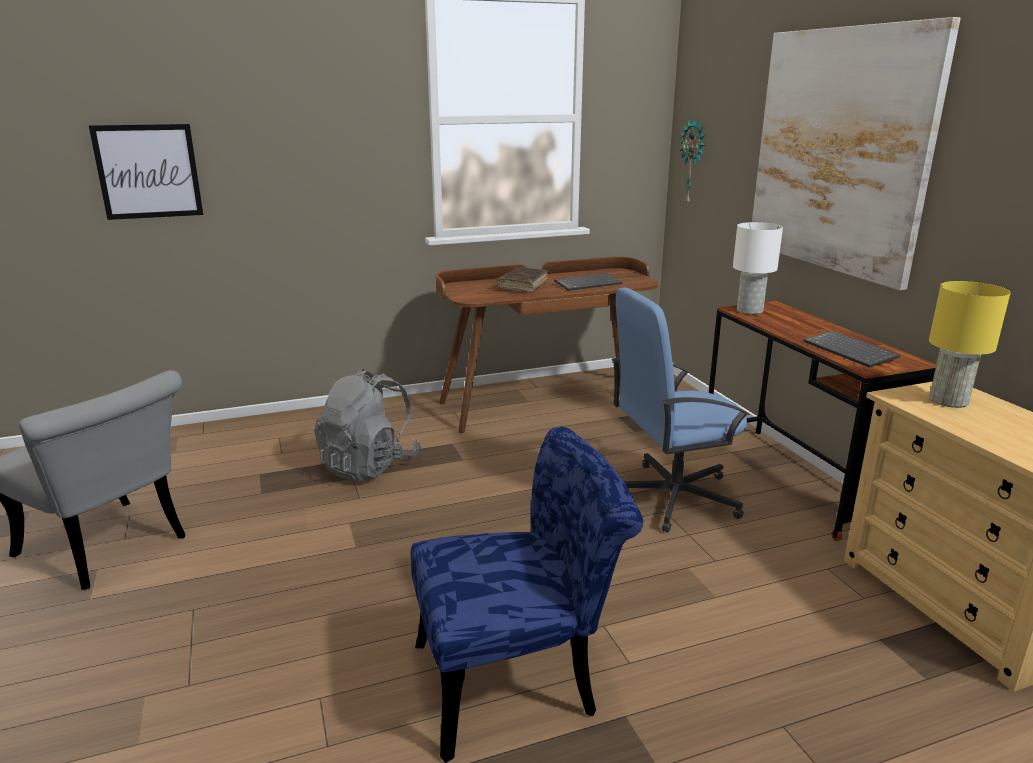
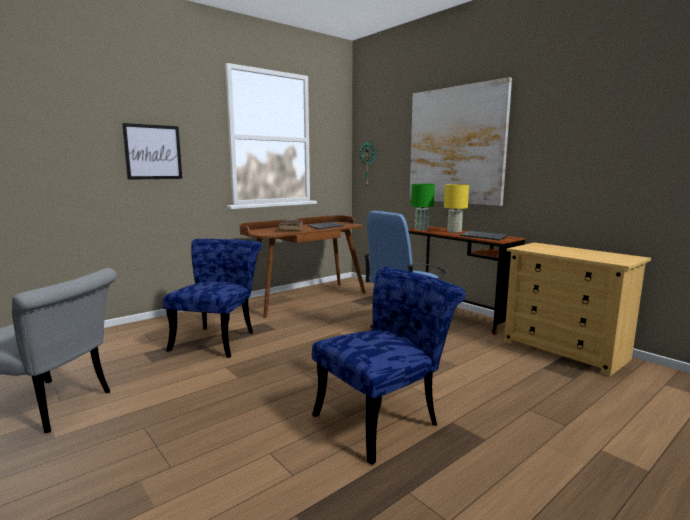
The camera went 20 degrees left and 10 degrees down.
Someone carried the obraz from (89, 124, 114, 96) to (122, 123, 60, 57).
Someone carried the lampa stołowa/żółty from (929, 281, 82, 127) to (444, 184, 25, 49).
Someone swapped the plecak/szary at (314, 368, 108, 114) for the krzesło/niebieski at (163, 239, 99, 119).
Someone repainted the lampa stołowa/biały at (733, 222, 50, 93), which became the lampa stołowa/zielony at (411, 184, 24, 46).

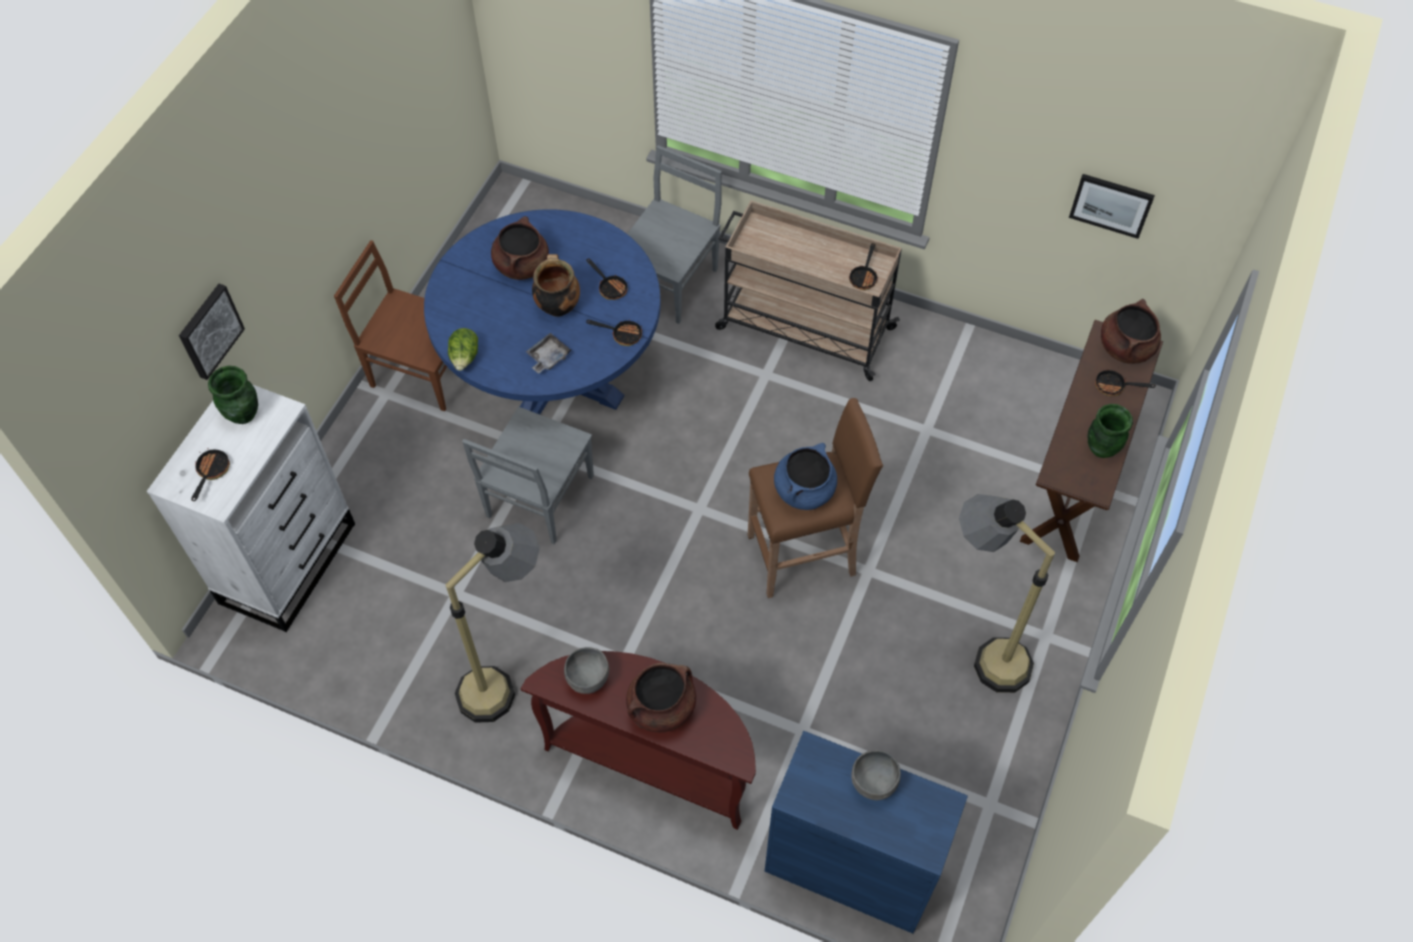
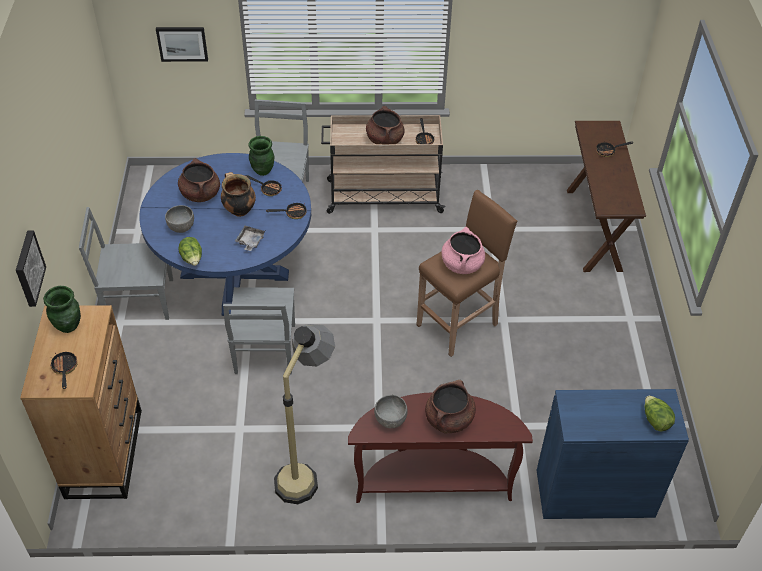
The camera went 25 degrees left and 10 degrees down.
Someone took away the lampa stojąca at (959, 494, 96, 199).
Someone put down the sałata at (645, 395, 30, 37).
Someone carried the miska/szary from (851, 750, 50, 50) to (165, 205, 29, 28).
Someone carried the obraz from (1069, 174, 86, 65) to (156, 27, 52, 35).
Someone carried the wazon/zielony from (1088, 404, 45, 54) to (248, 136, 26, 40).
Someone carried the garnek/brązowy from (1101, 299, 60, 65) to (366, 106, 39, 39).
Someone repainted the komoda/biały at (147, 385, 208, 247), which became the komoda/brązowy at (20, 305, 122, 194).
Someone repainted the krzesło/brązowy at (334, 240, 113, 171), which became the krzesło/szary at (79, 207, 94, 113).
Someone repainted the garnek/niebieski at (774, 443, 63, 67), which became the garnek/różowy at (442, 227, 43, 47).

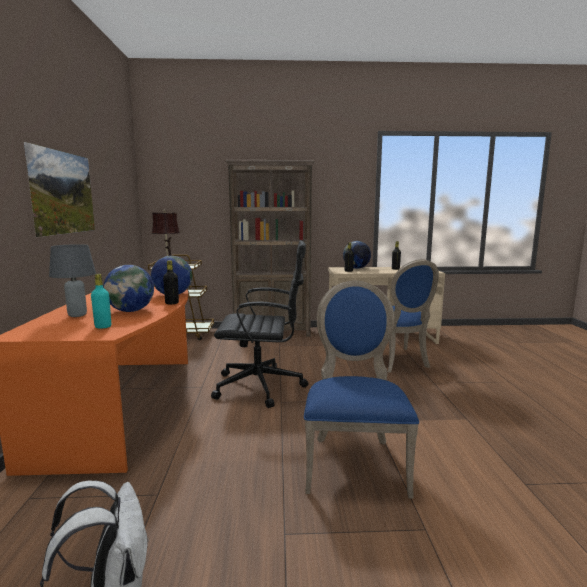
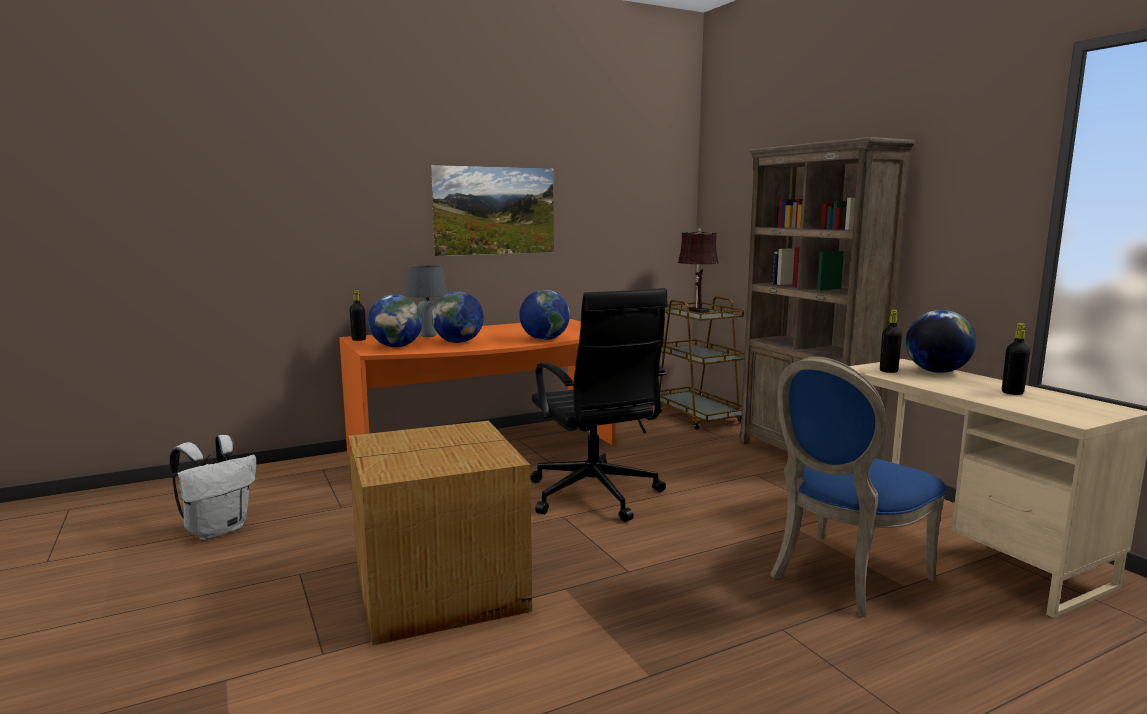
The camera went 65 degrees right and 0 degrees up.
Someone carried the butelka/czarny from (163, 260, 16, 44) to (349, 290, 17, 51).
Someone swapped the butelka/turkusowy at (91, 274, 20, 55) for the globus at (368, 294, 55, 53).
Someone swapped the krzesło/niebieski at (304, 280, 115, 219) for the karton at (348, 421, 184, 225).

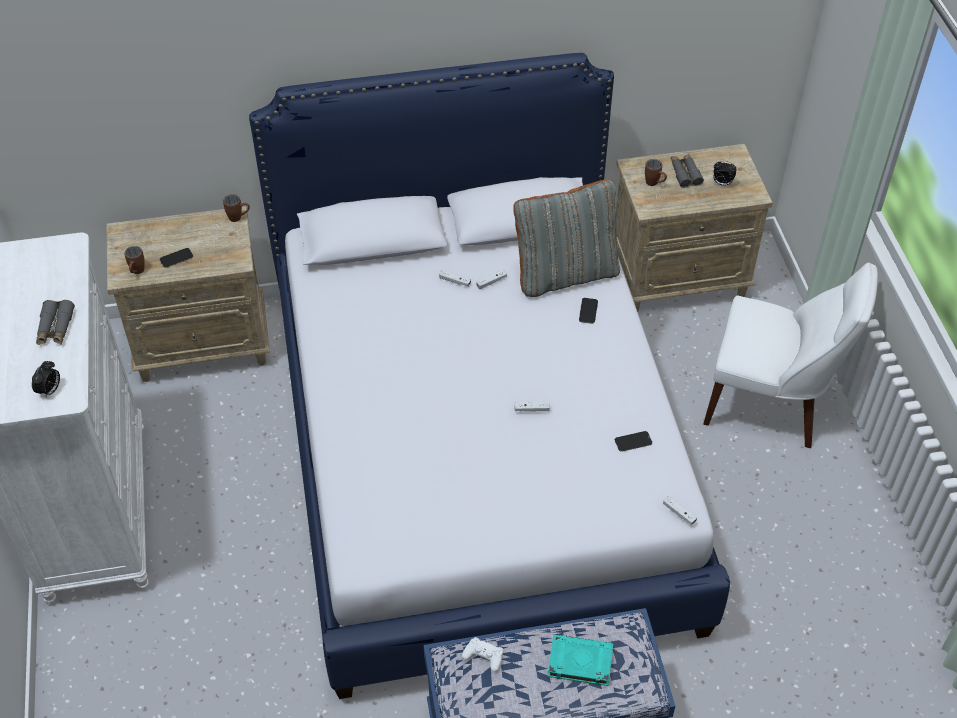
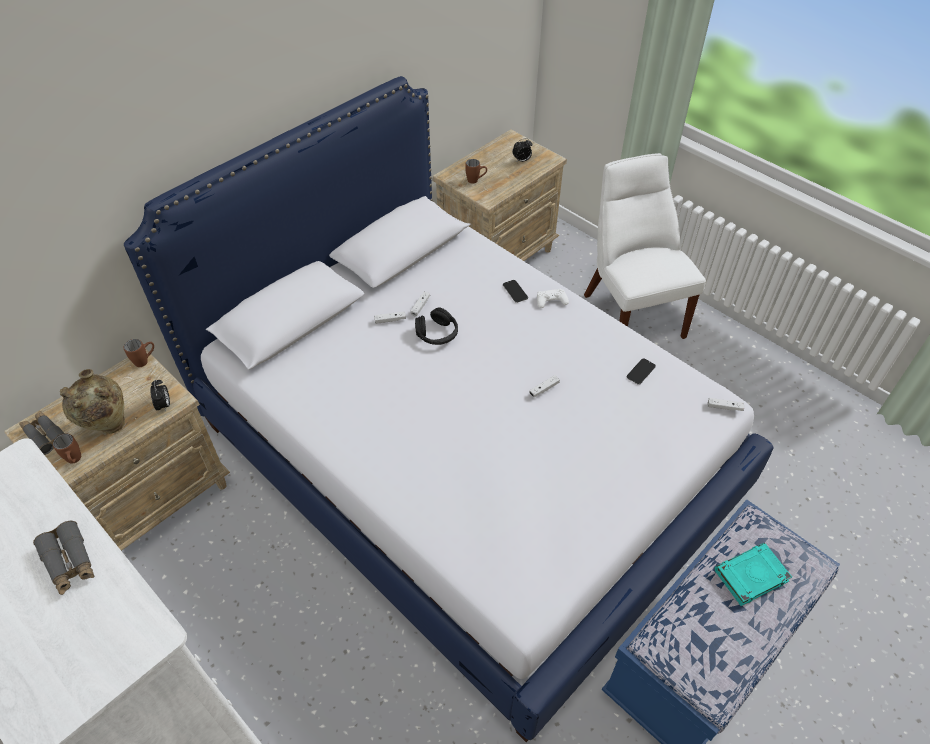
The camera went 35 degrees left and 0 degrees up.
Someone took away the poduszka/szary at (513, 179, 107, 118).
Someone put down the słuchawki/czarny at (415, 308, 43, 37).
Someone carried the budzik from (32, 361, 28, 36) to (151, 380, 19, 31).
Someone carried the pad do gier/biały from (462, 637, 41, 35) to (537, 289, 32, 19).
Someone carried the lornetka/szary from (671, 154, 33, 34) to (19, 411, 46, 44).
Someone swapped the telefon at (160, 248, 33, 20) for the wazon/beżowy at (60, 369, 65, 65).
Someone rotated the krzesło/biały at (703, 262, 175, 186) by 90 degrees counterclockwise.

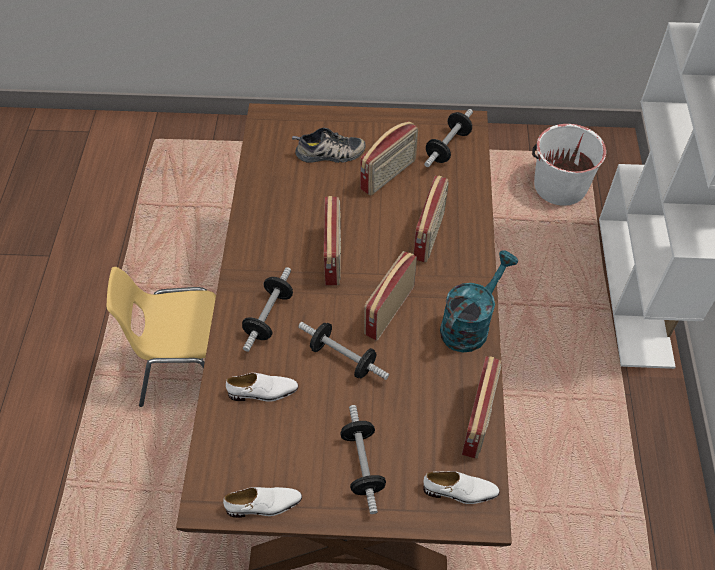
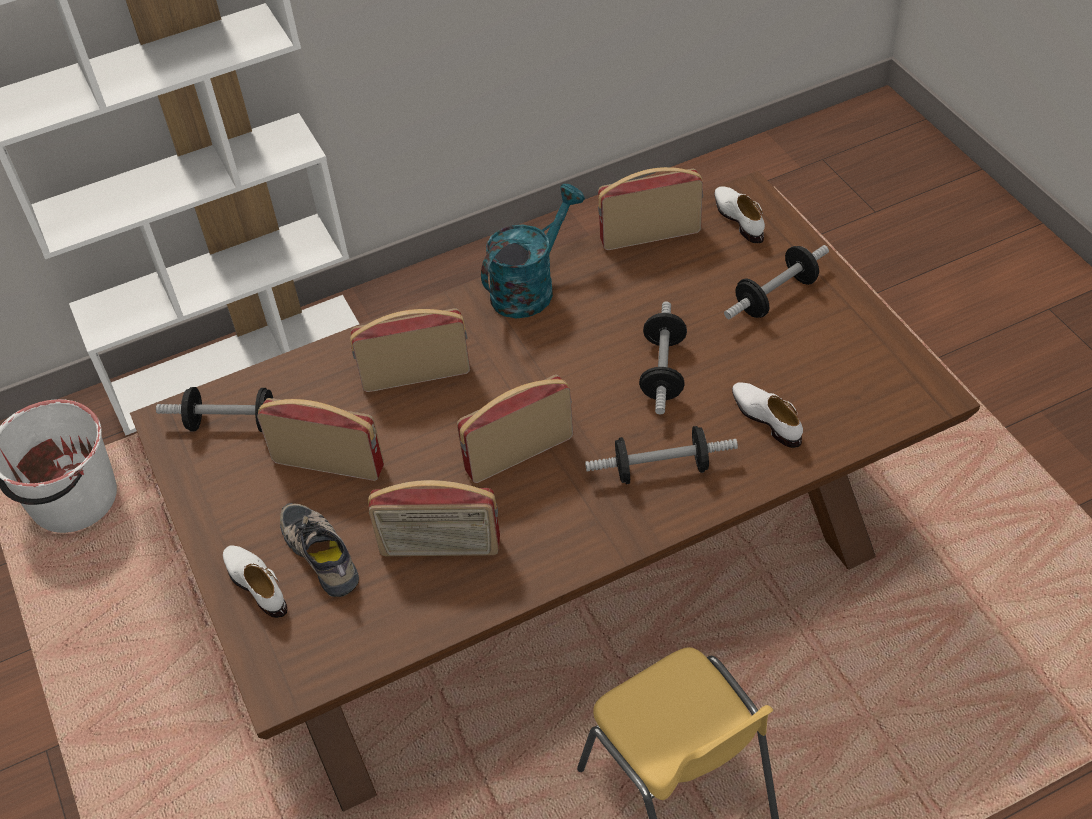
The camera went 115 degrees left and 5 degrees down.
Someone carried the but/biały from (223, 487, 79, 31) to (223, 545, 64, 73).
Someone carried the radio from (364, 251, 53, 90) to (368, 480, 132, 76).
Someone rotated the konewka/turkusowy at (440, 250, 78, 103) by 120 degrees clockwise.

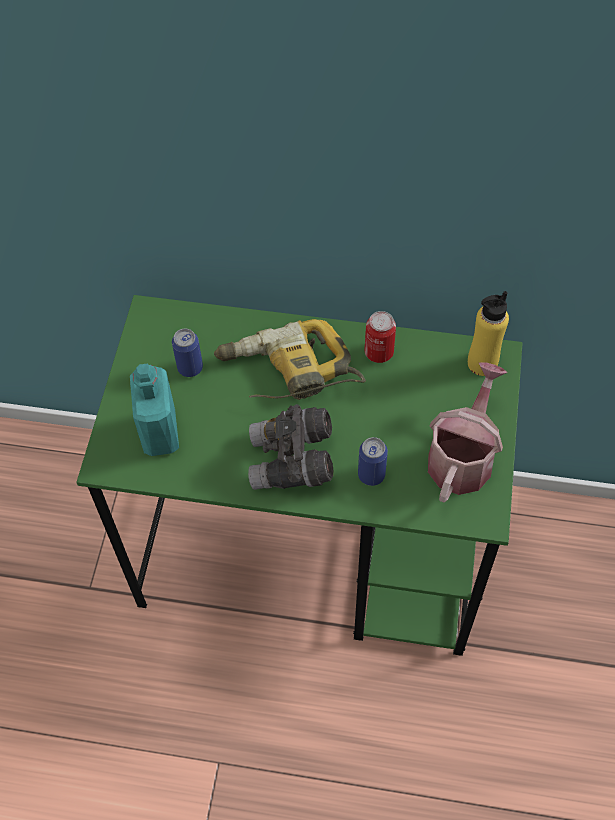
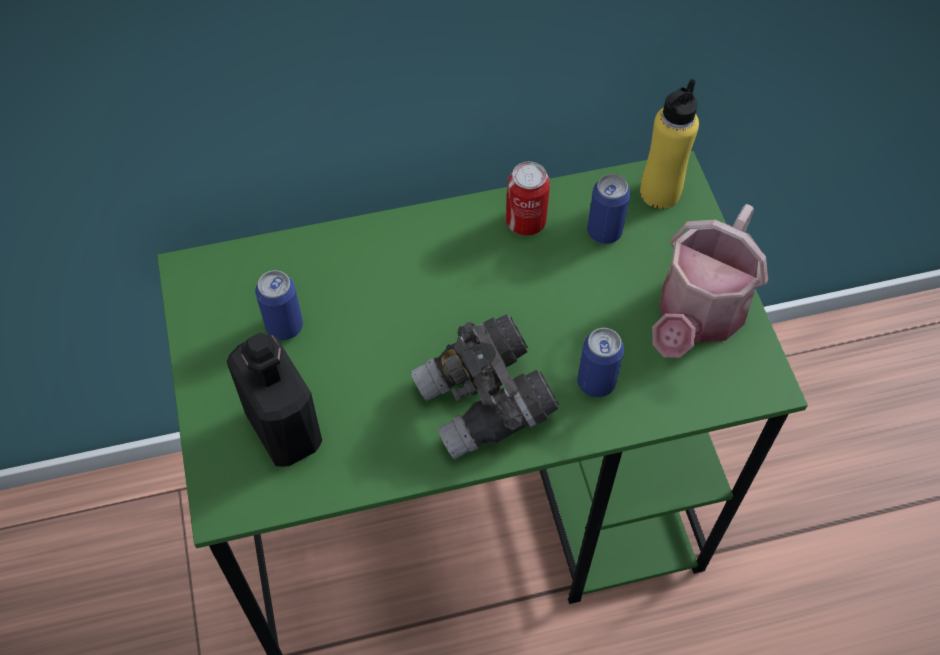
The camera went 25 degrees left and 0 degrees up.
Someone took away the wiertarka at (214, 319, 152, 81).
Someone put down the puszka at (587, 174, 43, 70).
Someone repainted the butelka/turkusowy at (130, 364, 49, 92), which became the butelka/czarny at (227, 333, 95, 134).
Someone rotated the konewka at (428, 363, 79, 139) by 150 degrees counterclockwise.

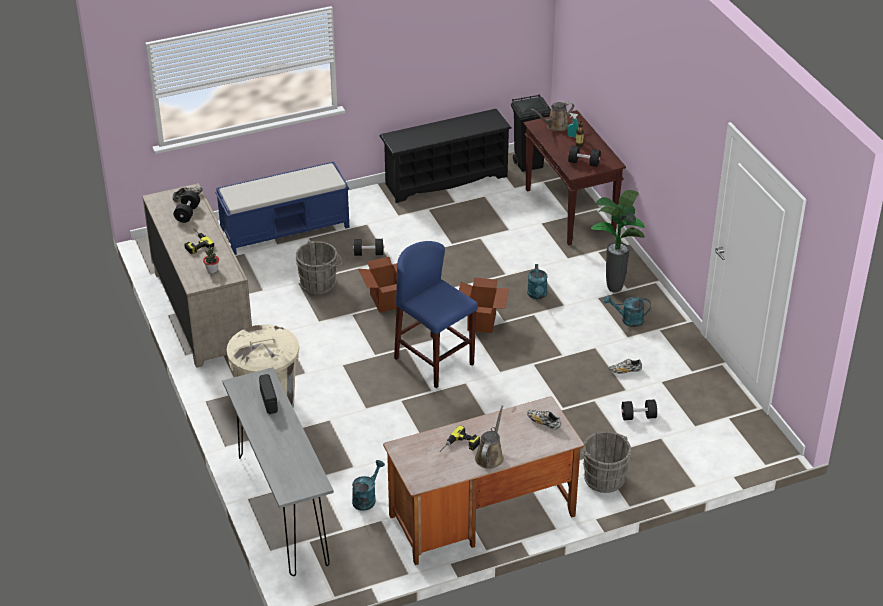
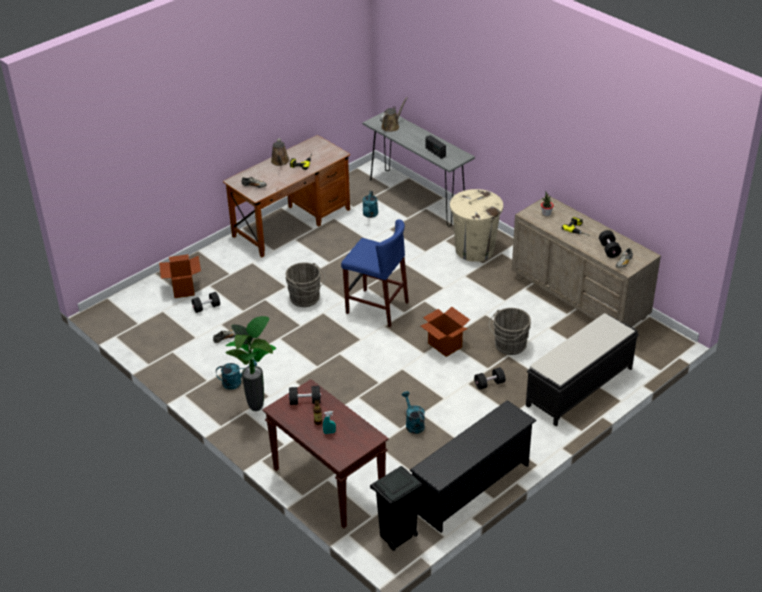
The camera went 160 degrees right and 0 degrees up.
Someone carried the karton from (459, 277, 50, 56) to (159, 254, 42, 44).
Someone carried the konewka/turkusowy from (527, 264, 21, 35) to (402, 391, 23, 43).
Someone carried the konewka/brązowy from (531, 102, 43, 29) to (380, 97, 28, 35).
Someone carried the wiadro/szary from (580, 431, 51, 62) to (286, 262, 40, 45).
Someone repainted the ławka/niebieski at (215, 161, 135, 94), which became the ławka/czarny at (526, 313, 113, 113).

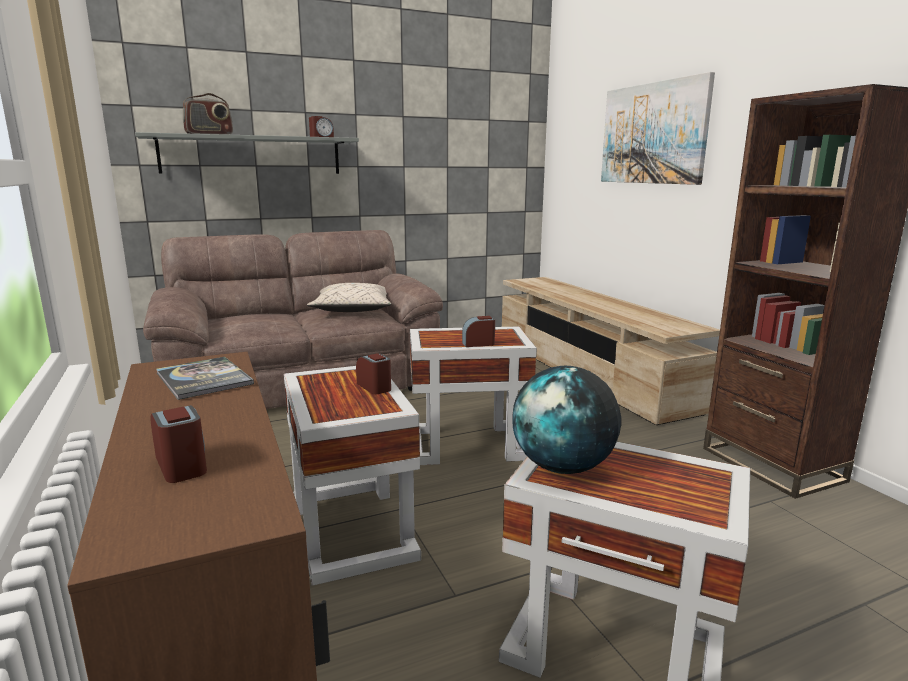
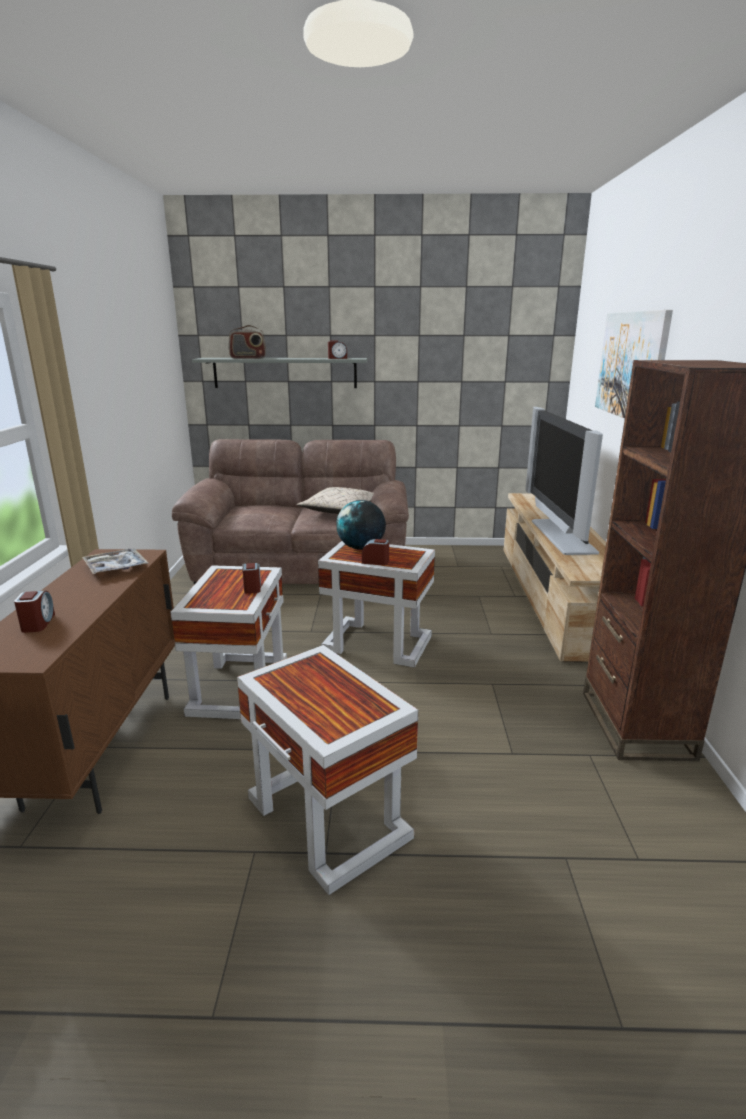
The camera went 25 degrees right and 5 degrees up.
Someone put down the telewizor at (525, 407, 78, 148).
Someone carried the globus from (512, 366, 109, 108) to (336, 500, 50, 50).
Someone swapped the książka at (156, 357, 98, 43) for the taca at (82, 548, 66, 26).

